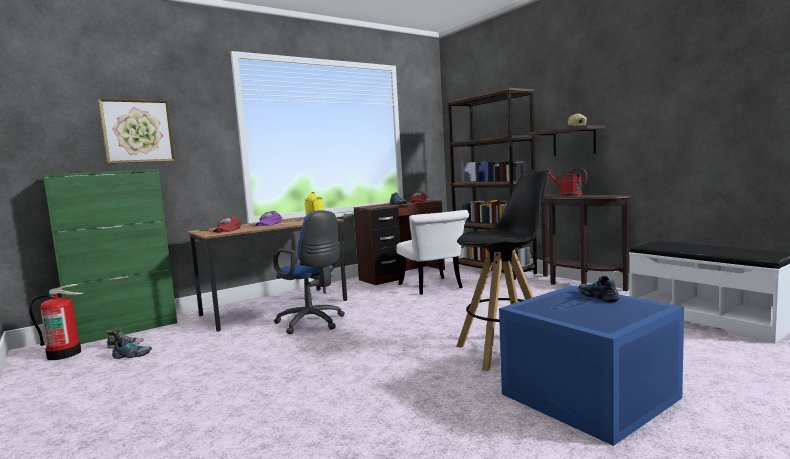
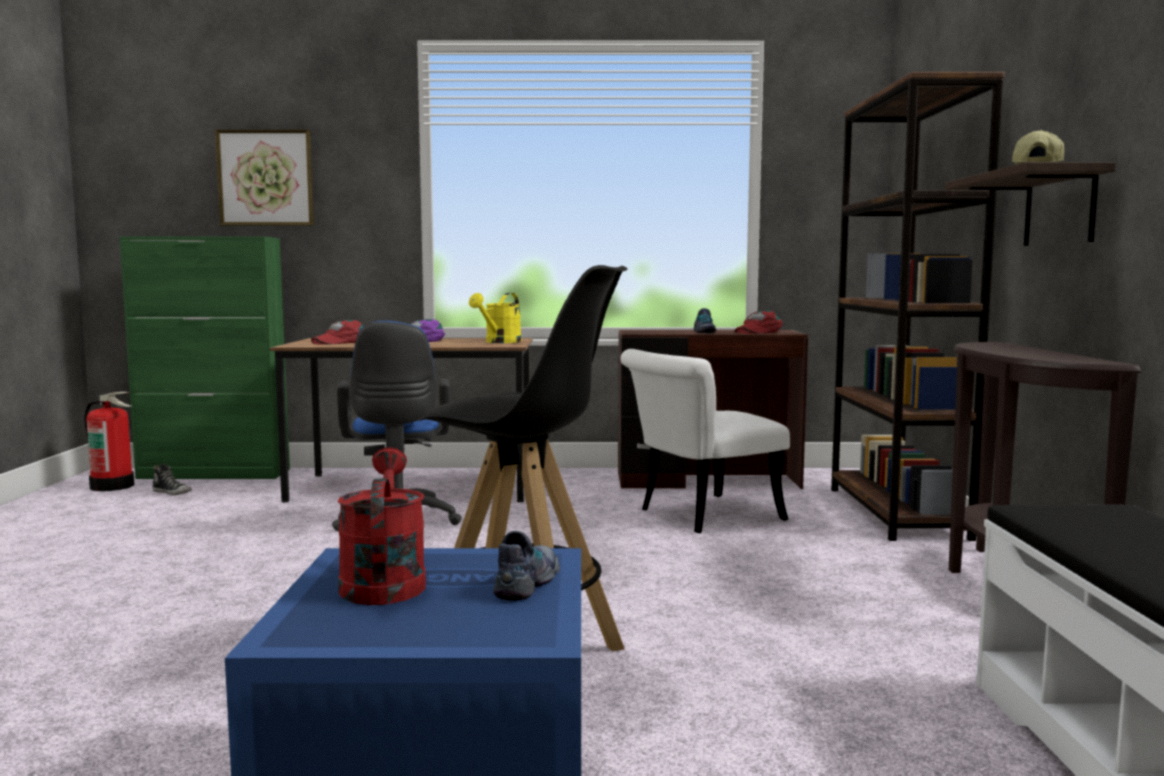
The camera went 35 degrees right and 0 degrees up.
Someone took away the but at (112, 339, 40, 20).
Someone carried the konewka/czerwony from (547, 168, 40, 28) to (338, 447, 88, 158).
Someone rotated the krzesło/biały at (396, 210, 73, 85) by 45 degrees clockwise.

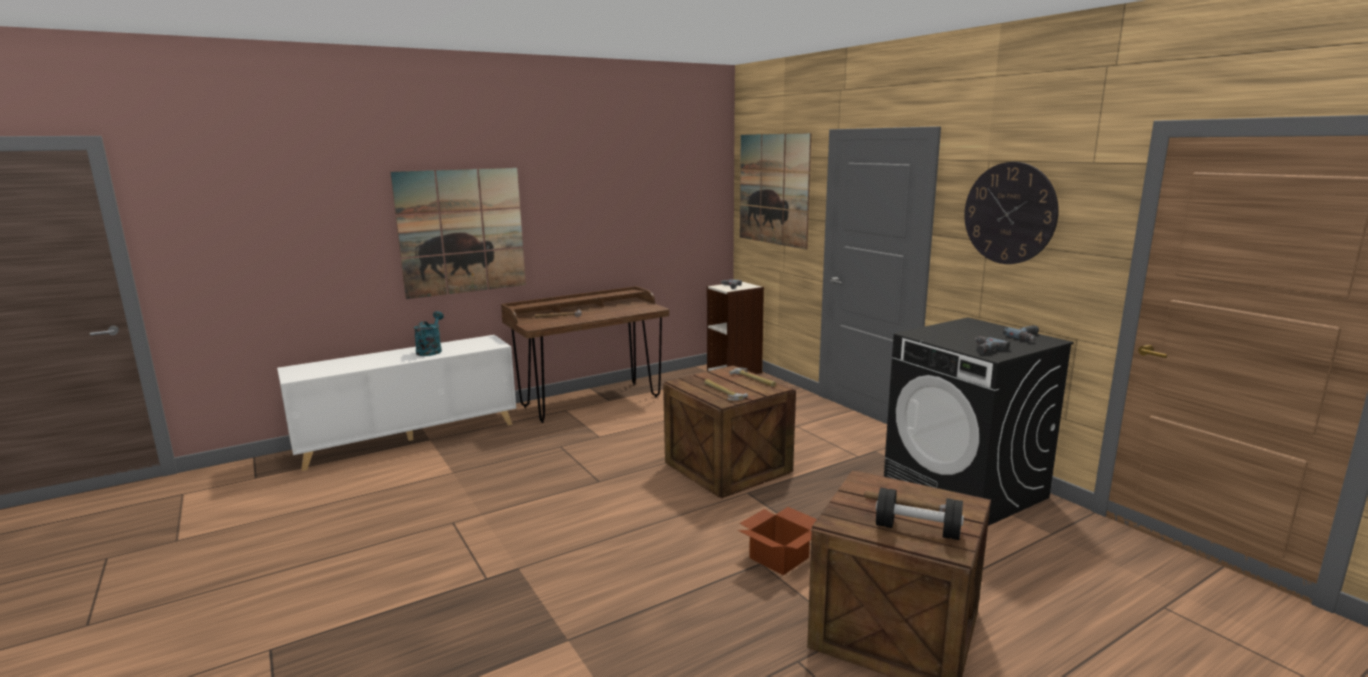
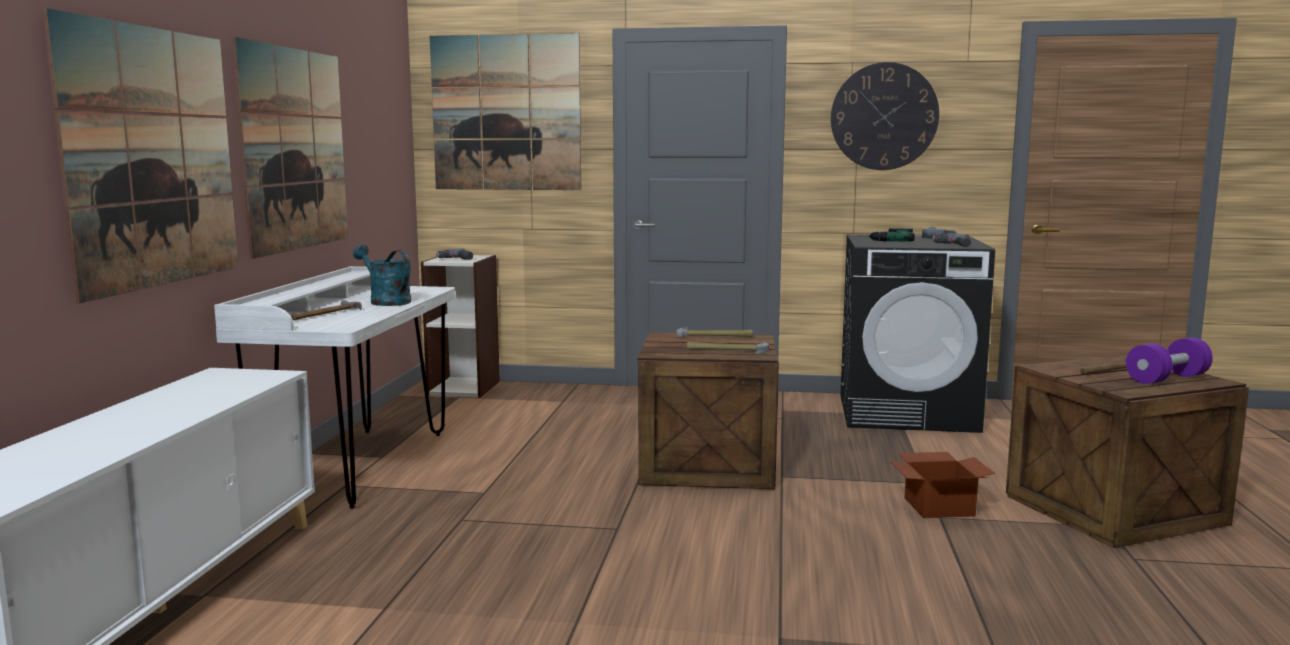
The camera went 50 degrees left and 5 degrees down.
Someone put up the obraz at (233, 37, 115, 222).
Someone put down the wiertarka at (868, 228, 47, 14).
Someone carried the konewka/turkusowy from (414, 311, 30, 45) to (353, 245, 58, 61).
Someone repainted the biurko/brązowy at (501, 286, 168, 137), which became the biurko/biały at (214, 266, 241, 243).
Someone repainted the hantel/czarny at (876, 488, 88, 52), which became the hantel/fioletowy at (1126, 338, 87, 46).

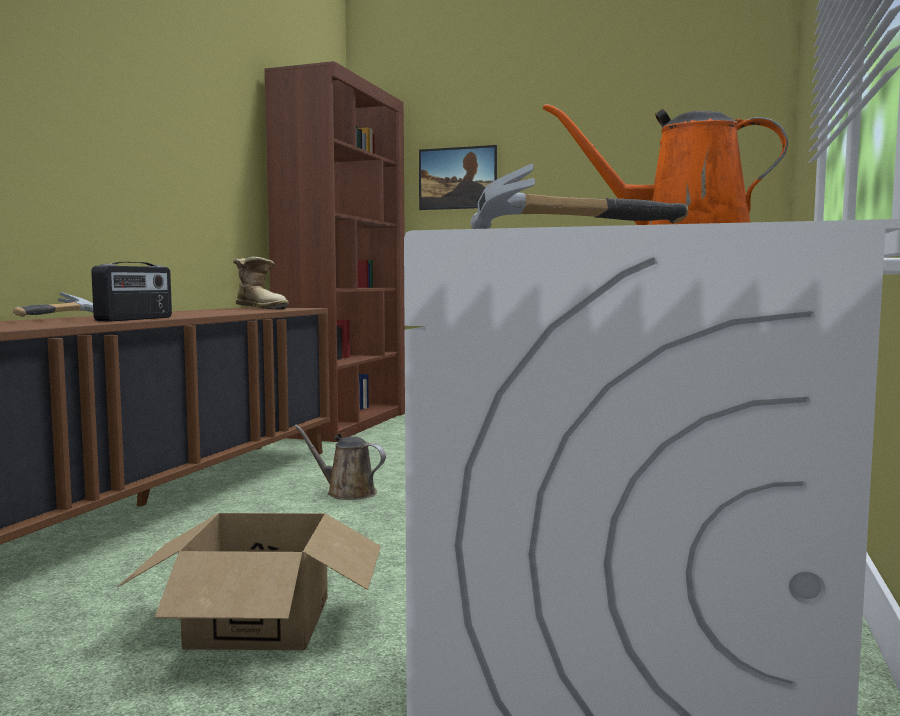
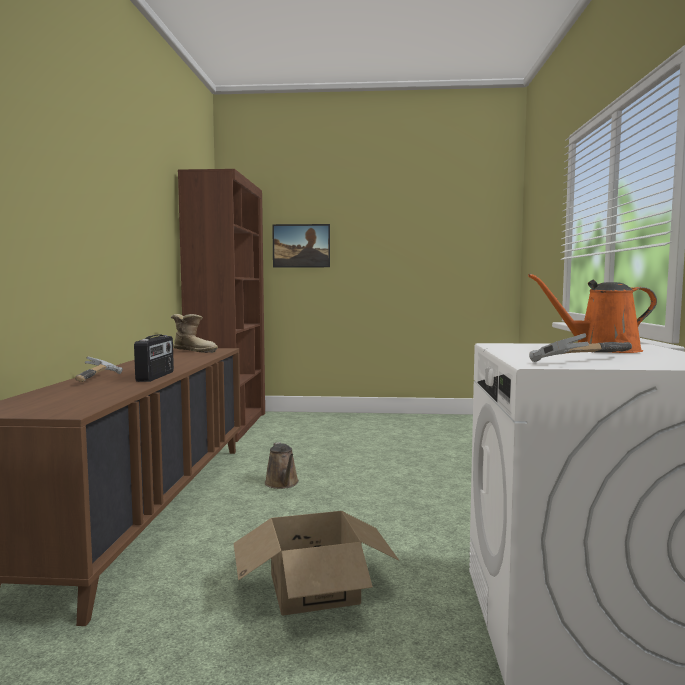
The camera went 15 degrees left and 0 degrees up.
Someone rotated the konewka/brązowy at (294, 425, 92, 75) by 120 degrees counterclockwise.

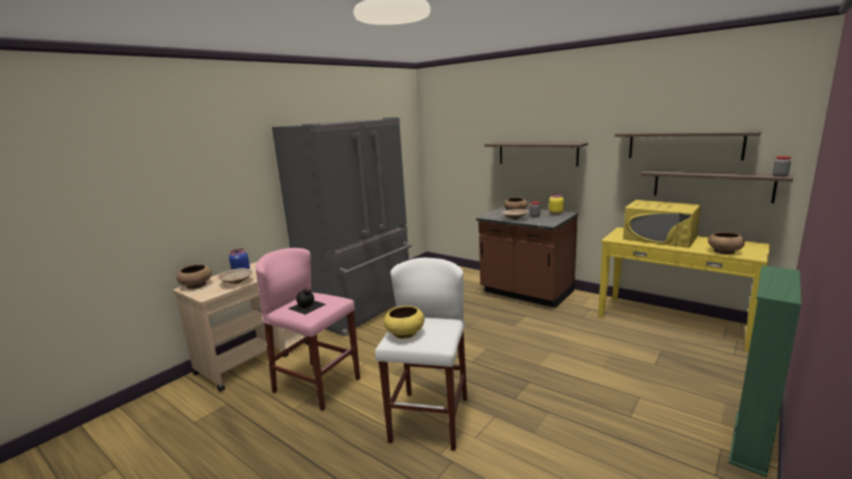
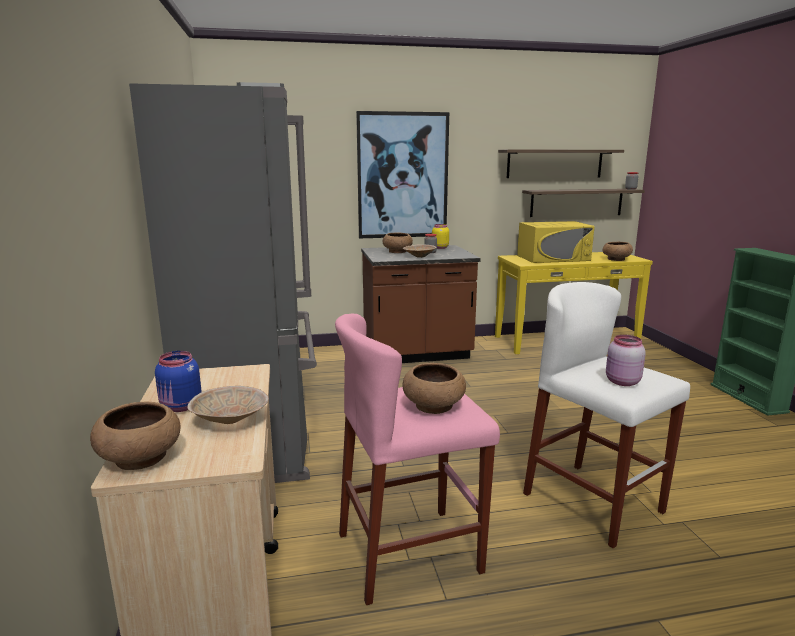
The camera went 50 degrees left and 0 degrees up.
Someone swapped the butelka/czarny at (288, 287, 38, 28) for the miska/brązowy at (402, 363, 64, 51).
Someone swapped the miska/żółty at (384, 306, 41, 33) for the słoik/różowy at (606, 335, 40, 51).
Someone swapped the półka at (484, 143, 104, 24) for the obraz at (356, 111, 93, 127).

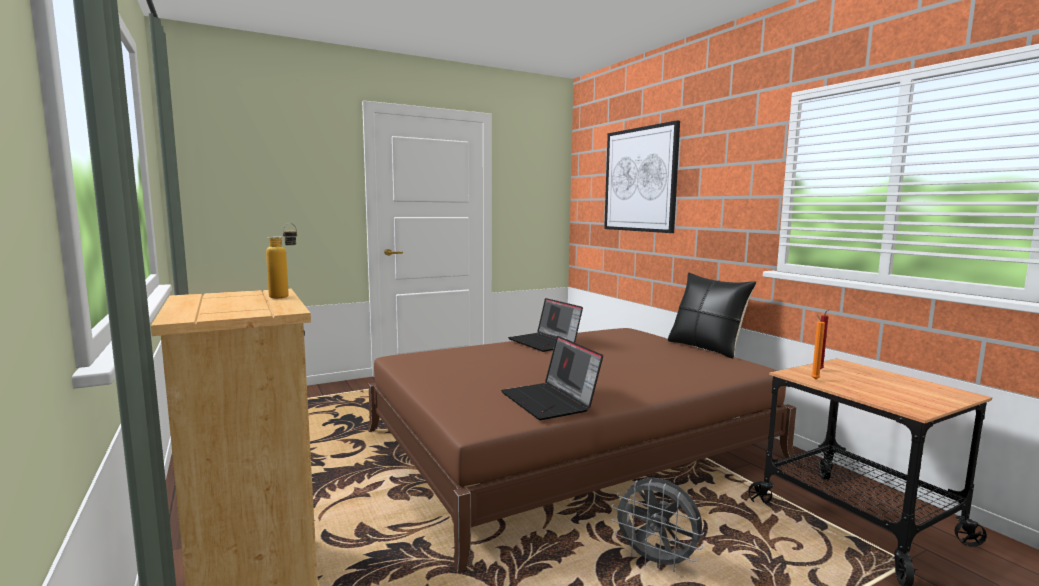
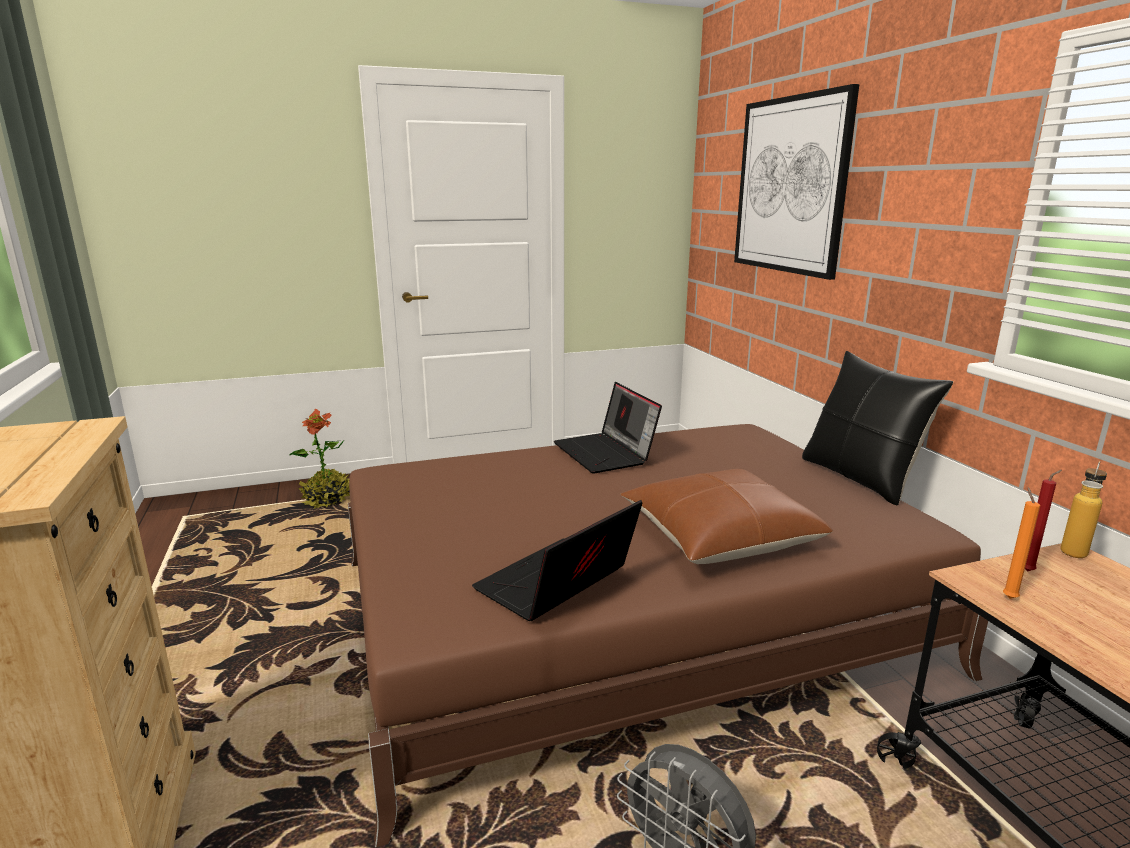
The camera went 10 degrees right and 10 degrees up.
Someone put down the roślina doniczkowa at (289, 408, 61, 101).
Someone put down the poduszka/brązowy at (620, 469, 213, 95).
Someone carried the butelka from (266, 223, 31, 75) to (1061, 461, 46, 97).
Someone rotated the laptop at (501, 336, 102, 84) by 60 degrees clockwise.

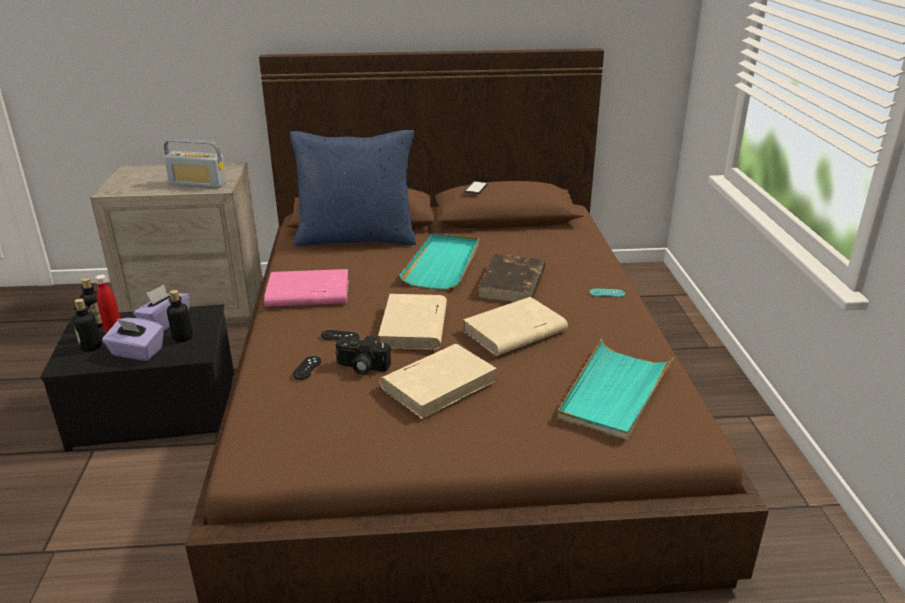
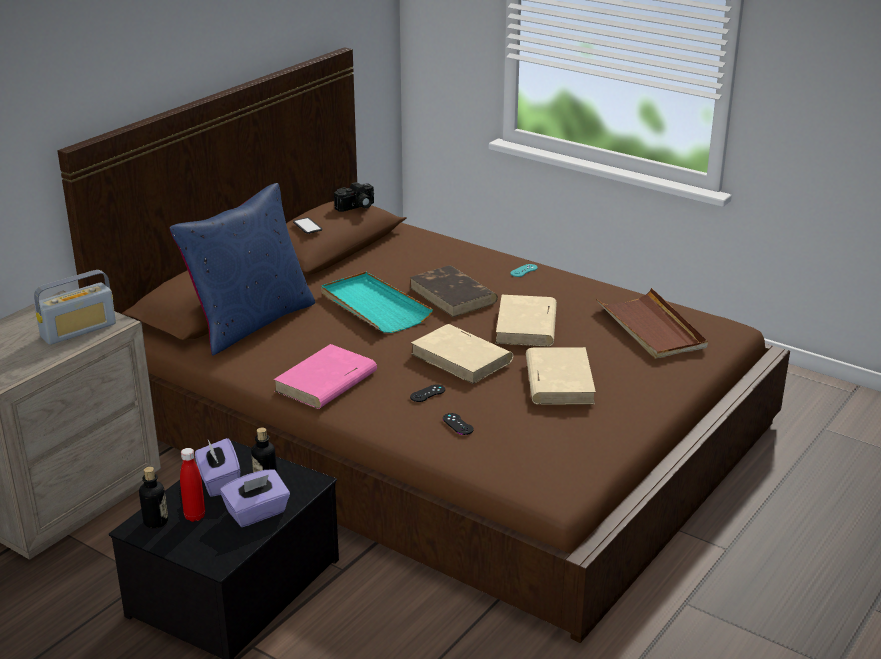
The camera went 50 degrees left and 0 degrees up.
Someone took away the butelka at (73, 299, 29, 52).
Someone carried the aparat fotograficzny from (335, 336, 56, 39) to (334, 182, 40, 30).
Someone repainted the taca/turkusowy at (557, 339, 117, 101), which became the taca/brązowy at (596, 288, 112, 71).

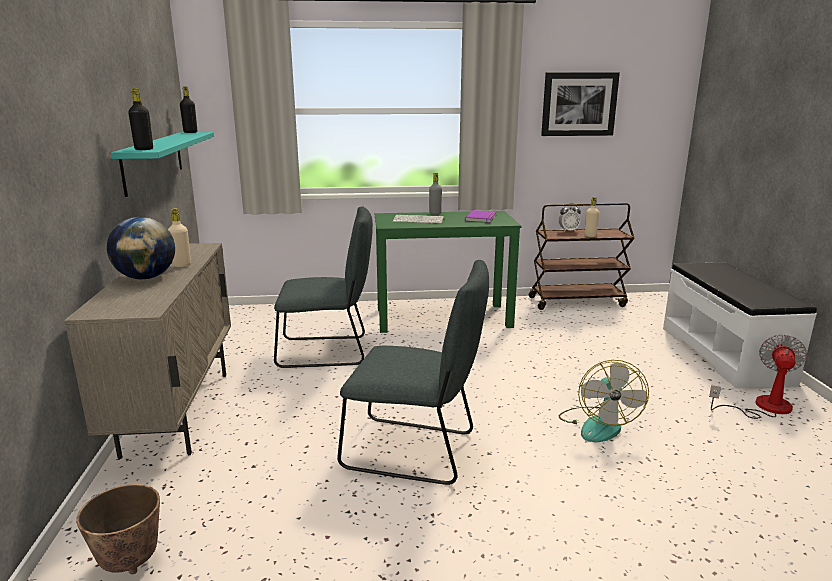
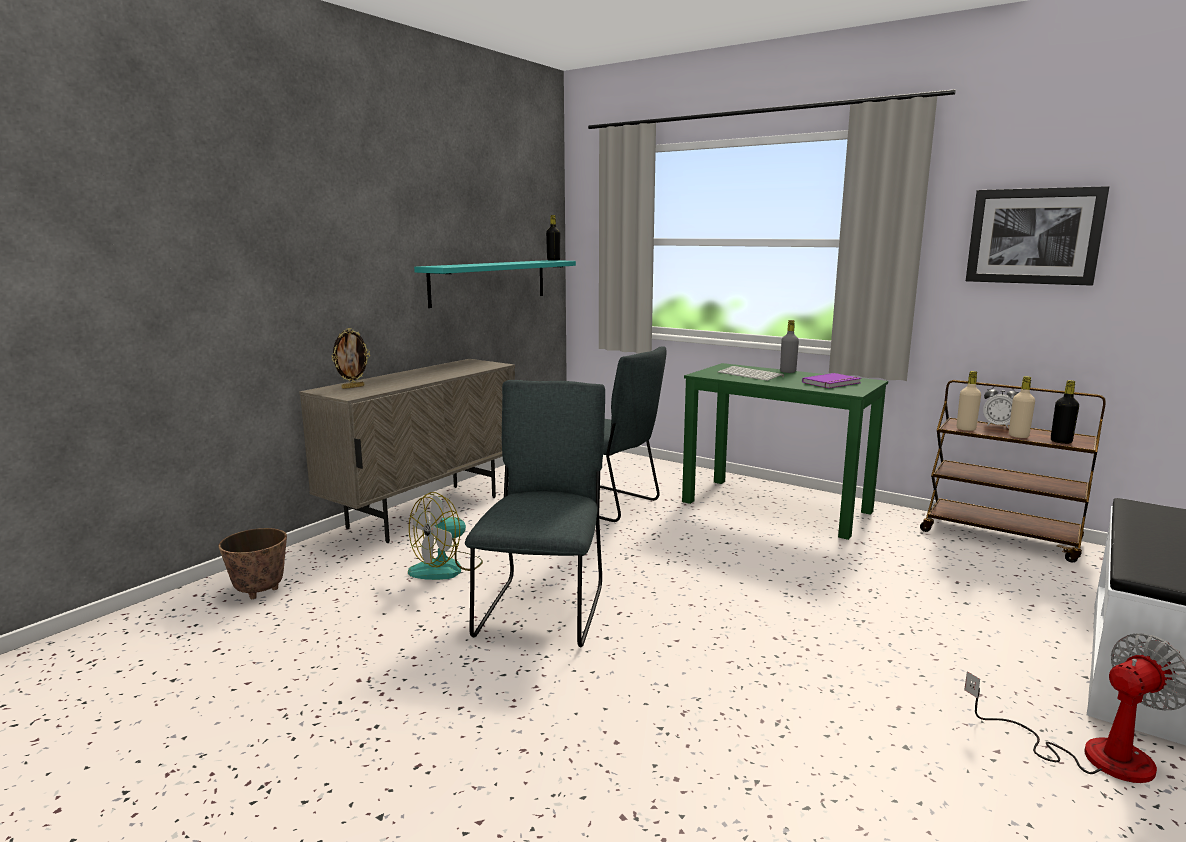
The camera went 40 degrees right and 5 degrees down.
Someone took away the globus at (107, 217, 68, 62).
Someone put down the ramka na zdjęcie at (331, 328, 39, 61).
Someone carried the butelka/czarny from (128, 88, 25, 62) to (1051, 380, 28, 64).
Someone carried the butelka/beżowy from (168, 208, 23, 59) to (957, 371, 24, 60).
Someone carried the wentylator from (559, 360, 90, 82) to (408, 492, 75, 88).
Someone rotated the krzesło/szary at (337, 260, 152, 225) by 135 degrees counterclockwise.

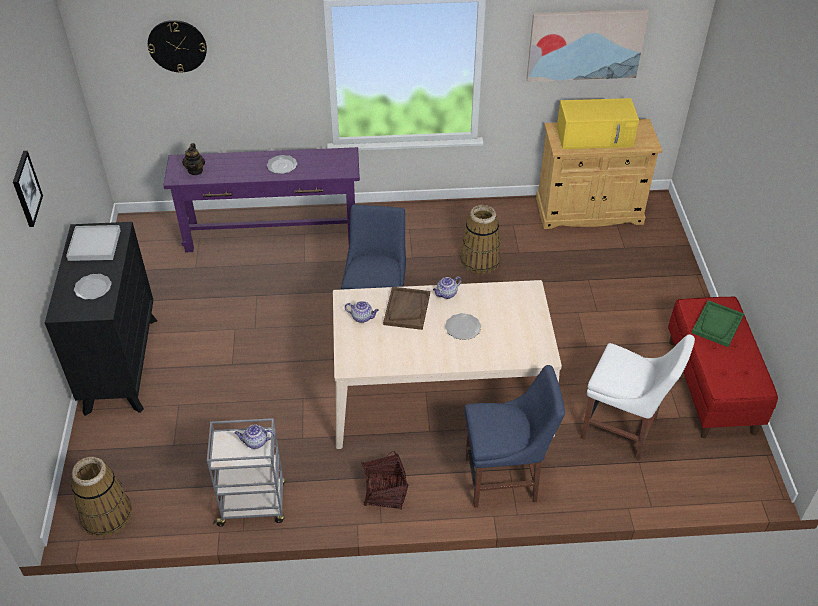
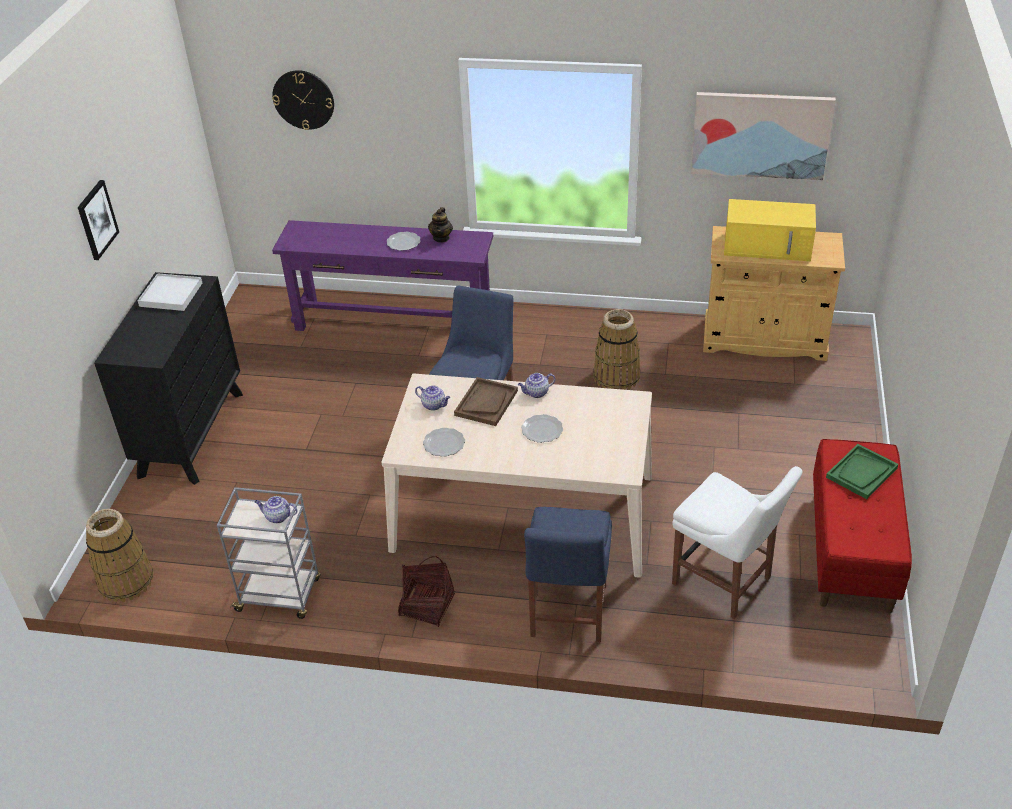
The camera went 15 degrees right and 5 degrees down.
Someone carried the talerz from (74, 274, 38, 26) to (423, 428, 42, 29).
Someone carried the imbryk from (182, 143, 23, 32) to (428, 207, 25, 36).
Someone rotated the krzesło/niebieski at (465, 365, 100, 143) by 90 degrees clockwise.

